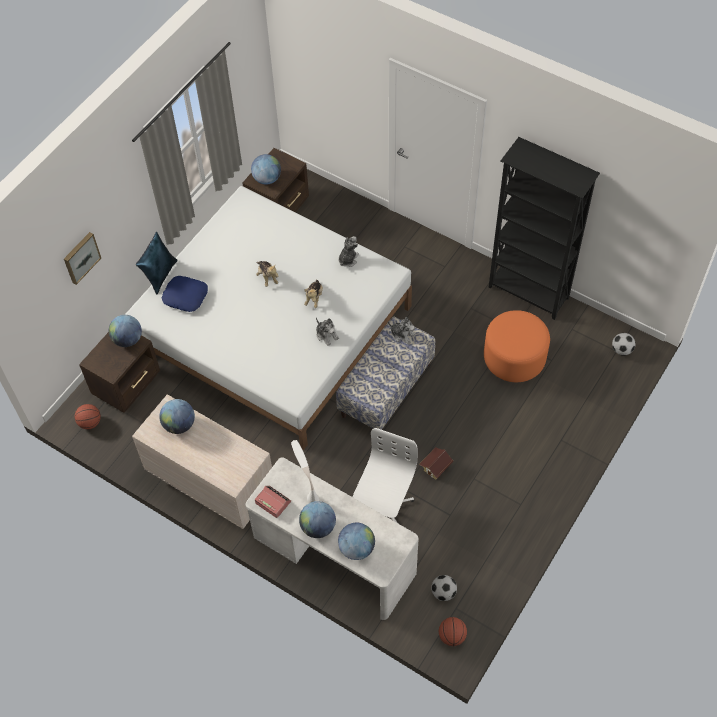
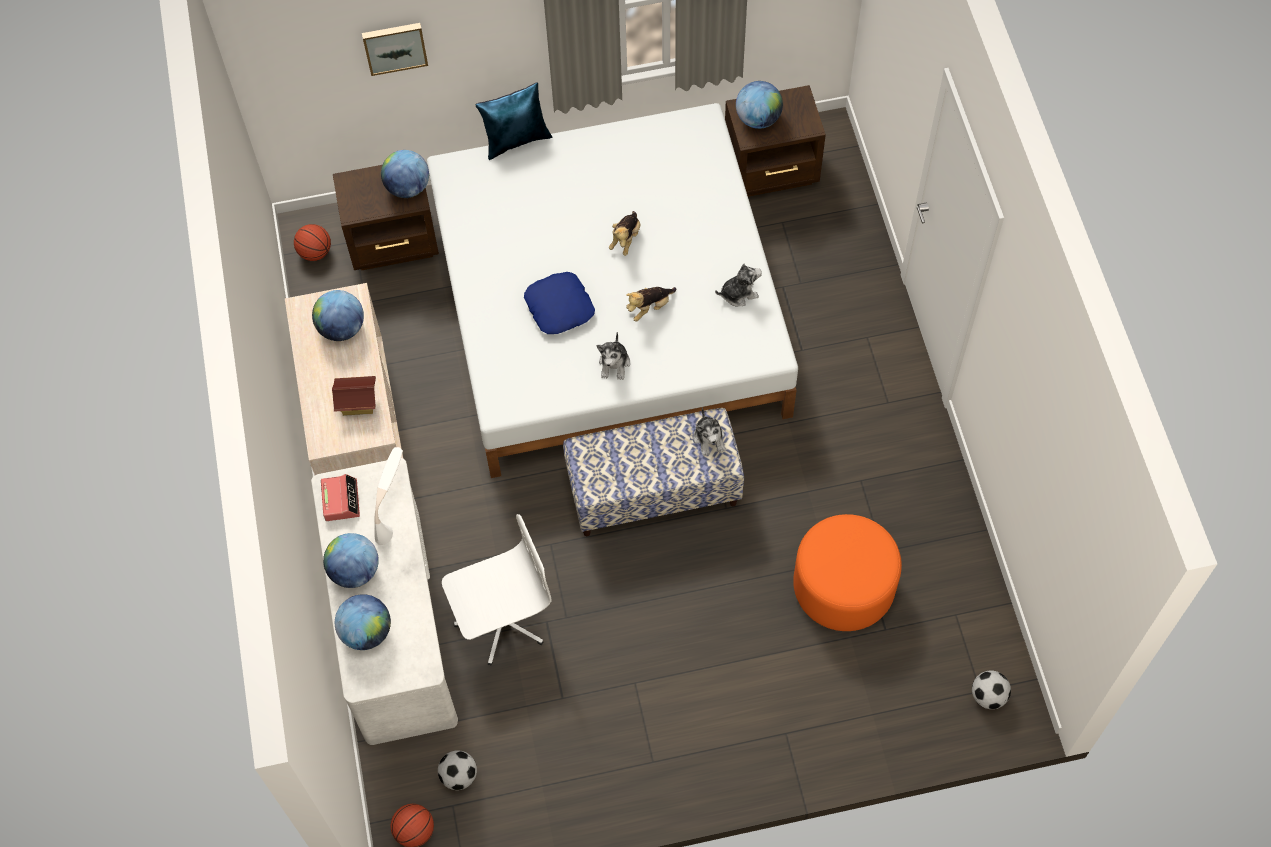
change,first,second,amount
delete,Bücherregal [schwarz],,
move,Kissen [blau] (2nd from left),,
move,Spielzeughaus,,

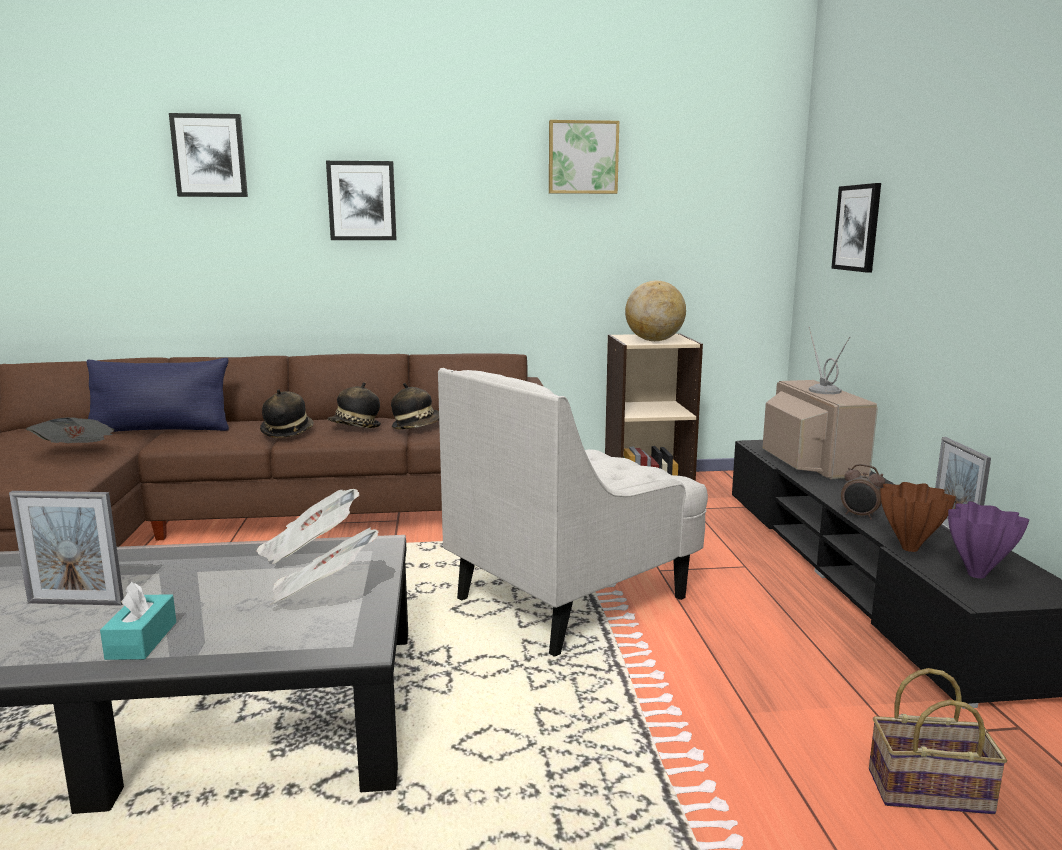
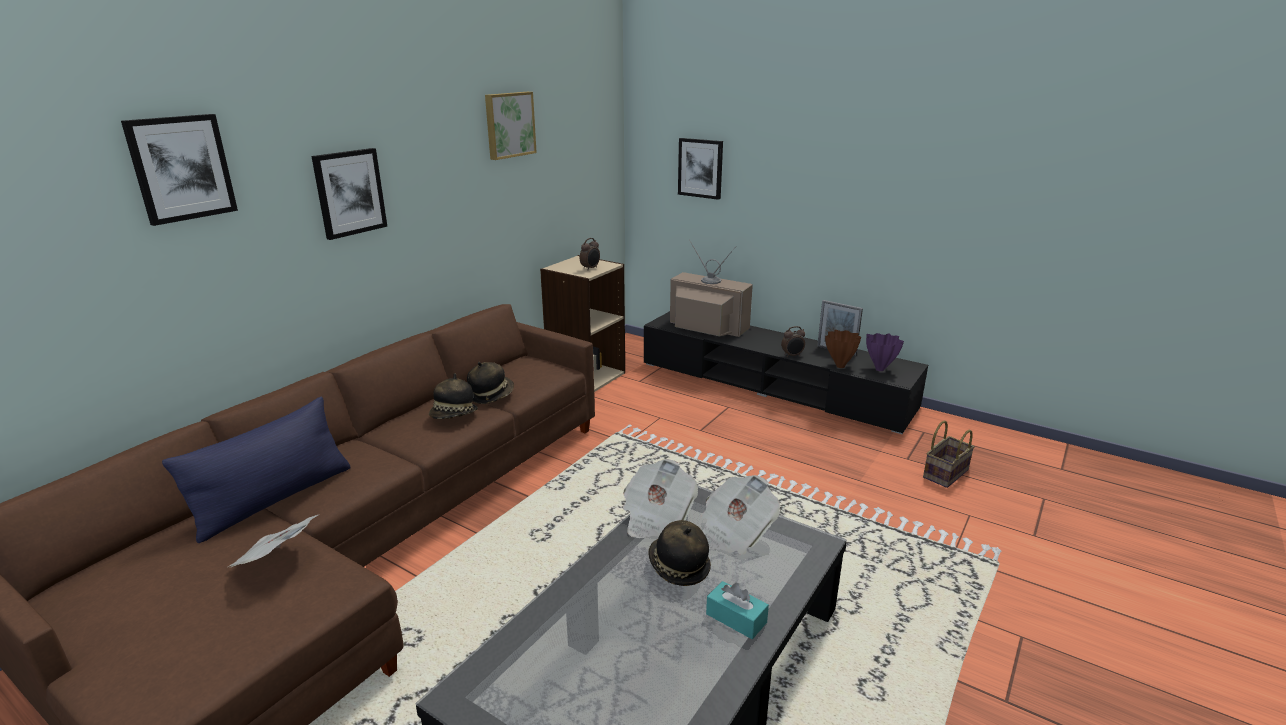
change,first,second,amount
replace,Globus,Wecker (1st from left),
delete,Sessel [weiß],,
move,Hut (1st from left in the first image),Hut (3rd from left),
delete,Bilderrahmen (1st from left),,

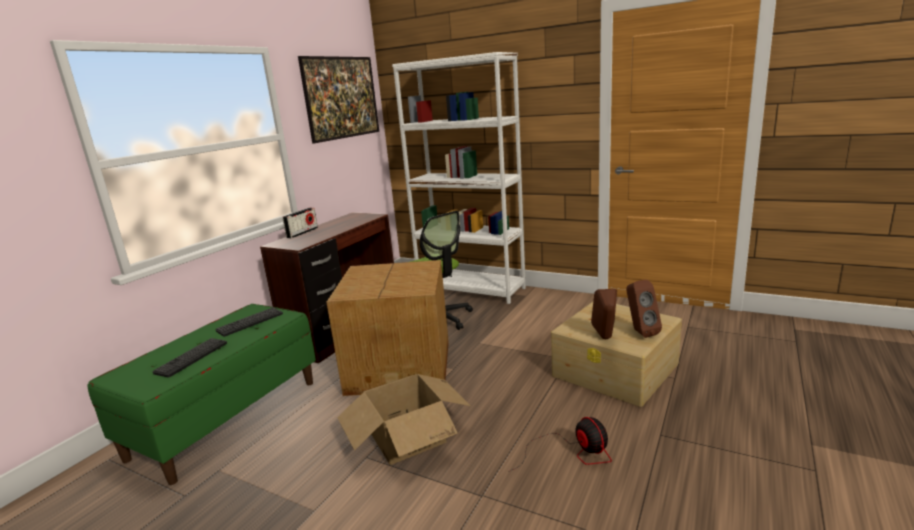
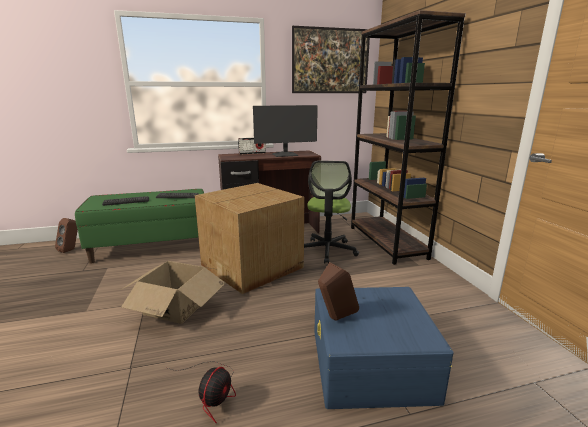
change,first,second,amount
recolor,Bücherregal [weiß],Bücherregal [braun],
move,Lautsprecher [braun] (2nd from left in the first image),Lautsprecher [braun] (1st from left),
recolor,Aufbewahrungsbox [beige],Aufbewahrungsbox [blau],
insert,,Monitor,

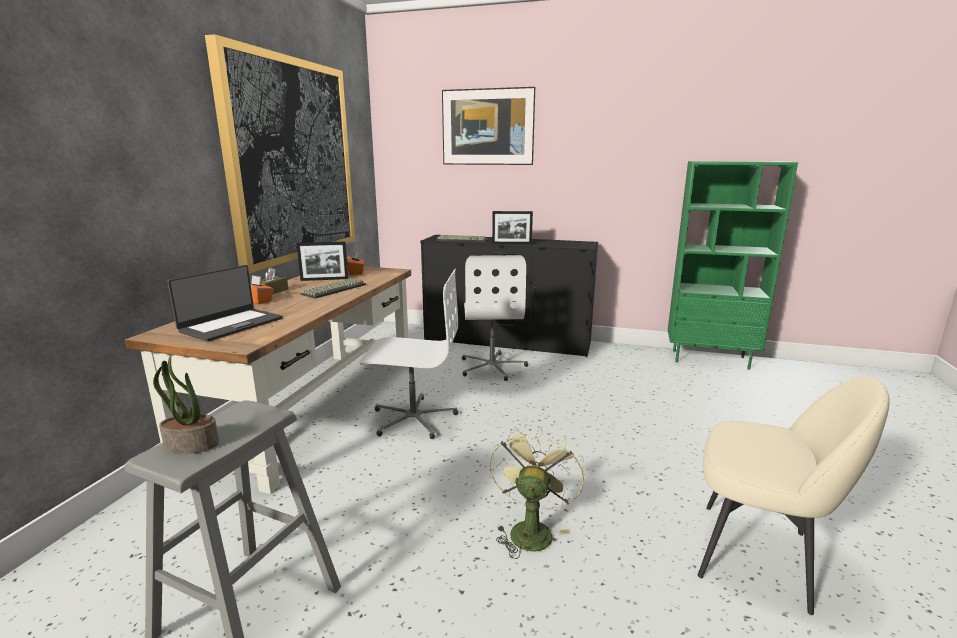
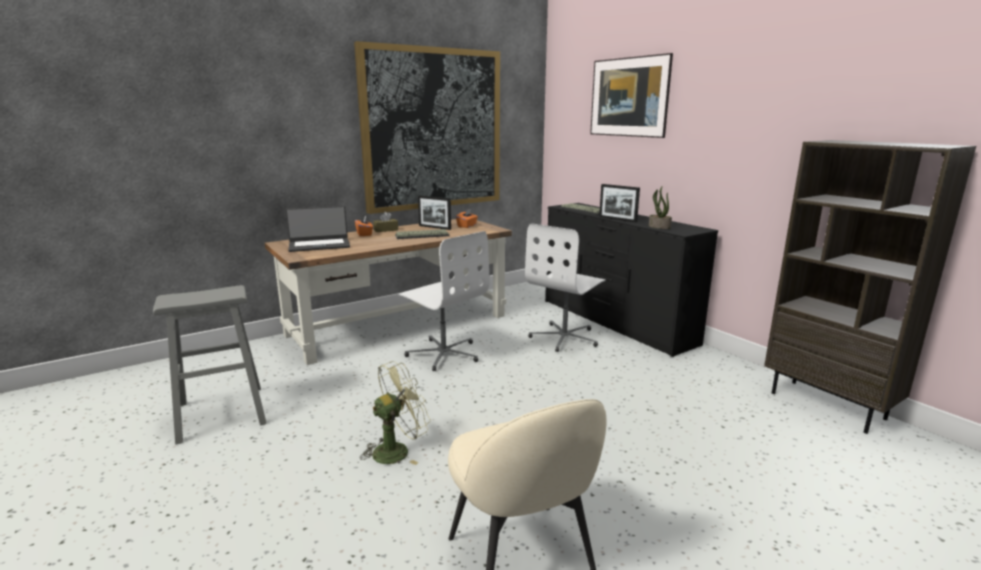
change,first,second,amount
recolor,Bücherregal [grün],Bücherregal [braun],
move,Topfpflanze,,

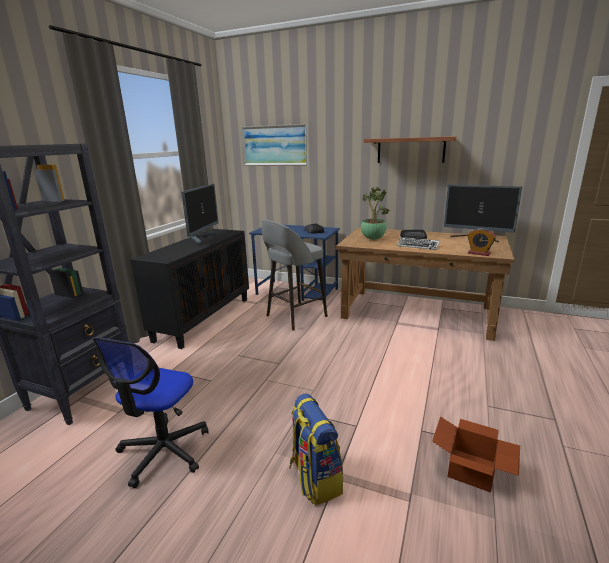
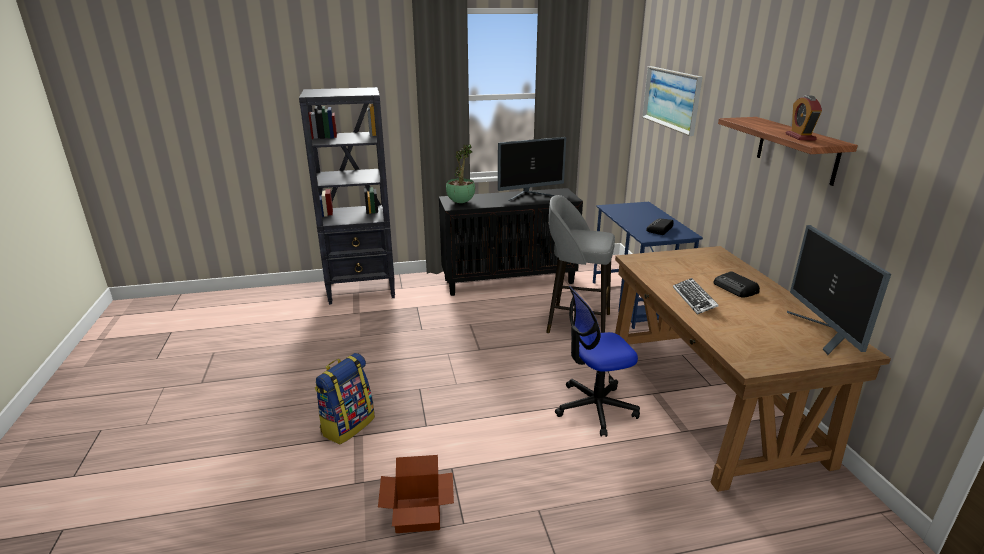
change,first,second,amount
move,Topfpflanze,,
move,Wecker,,
move,Bürostuhl,,

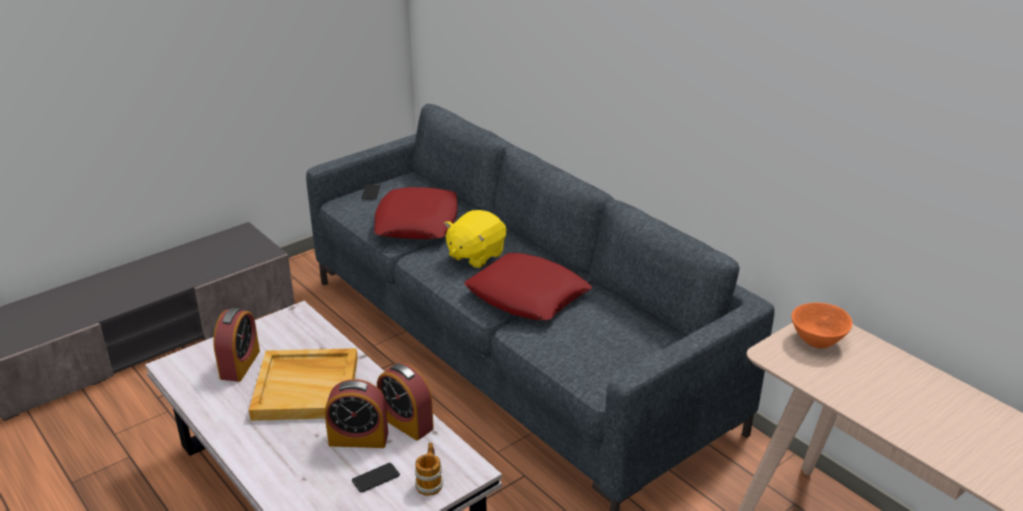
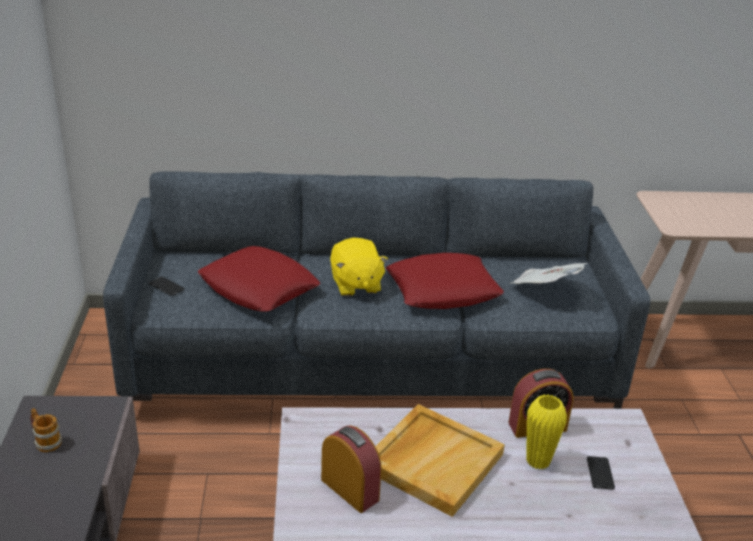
change,first,second,amount
delete,Schüssel [orange],,
replace,Wecker (2nd from left),Vase [gelb],
move,Henkelbecher,,
insert,,Zeitung,

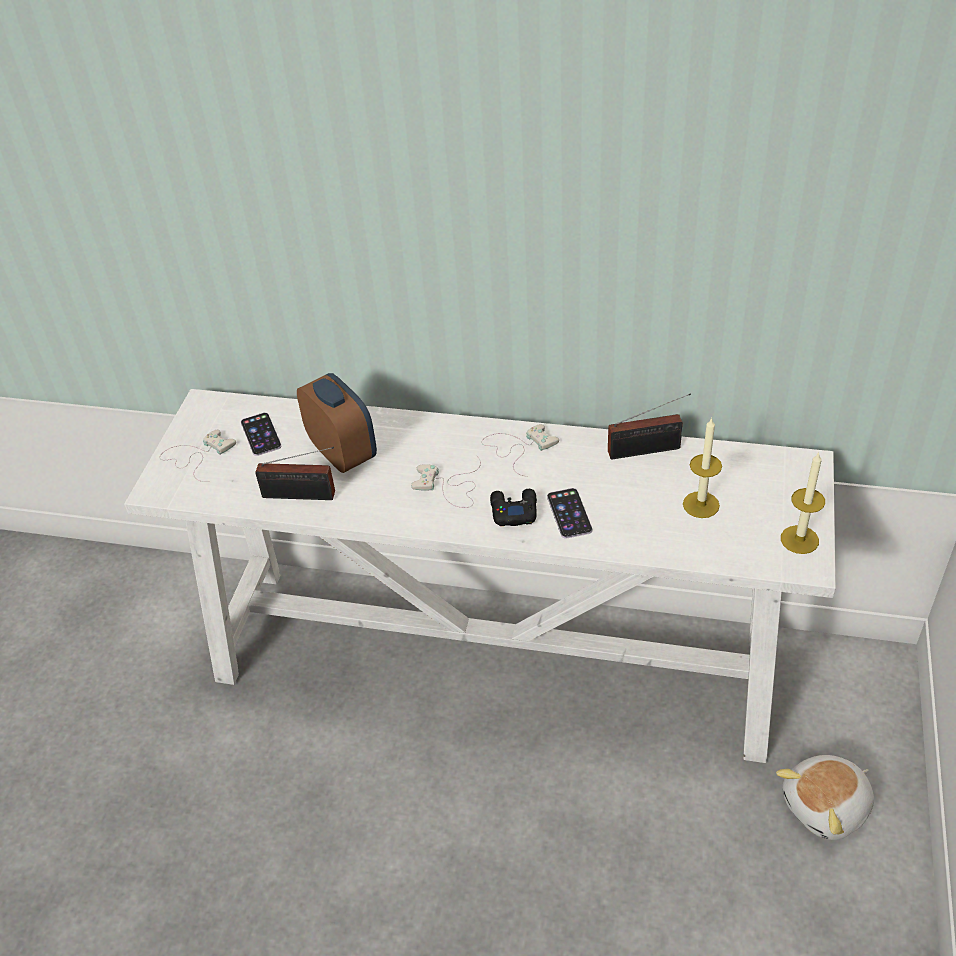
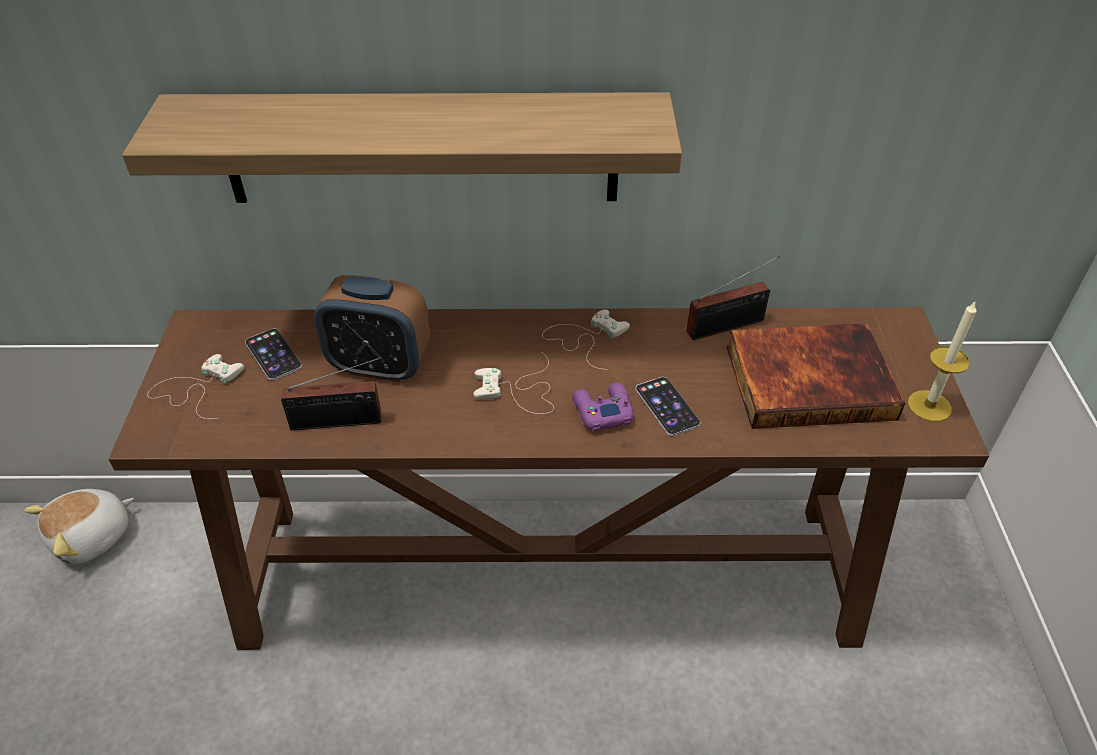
change,first,second,amount
rotate,Wecker,,150 degrees clockwise
recolor,Konsolentisch [weiß],Konsolentisch [braun],
replace,Kerze (1st from left),Buch,
recolor,Gamepad [schwarz],Gamepad [lila],
move,Plüschtier,,
insert,,Wandregal,

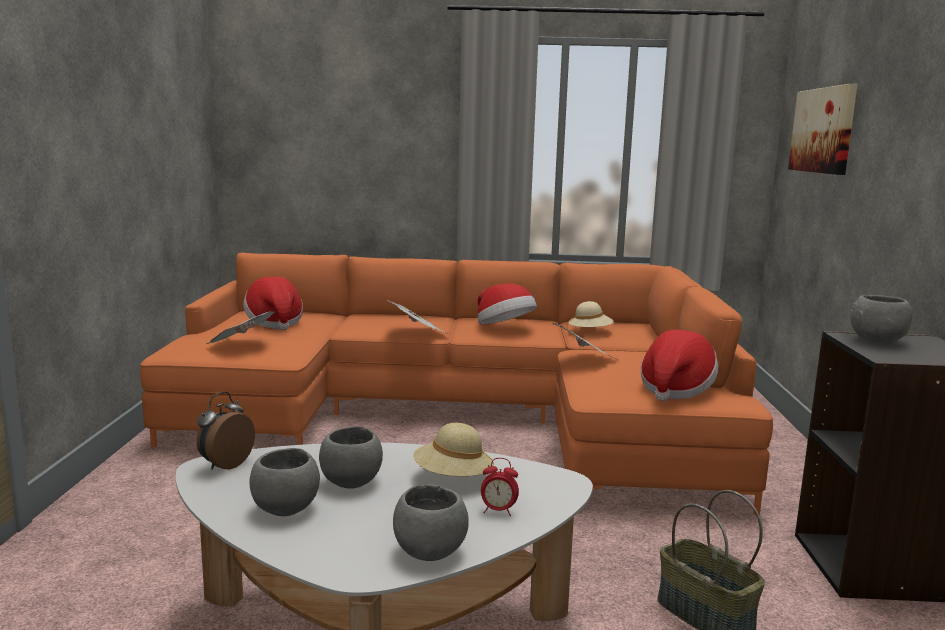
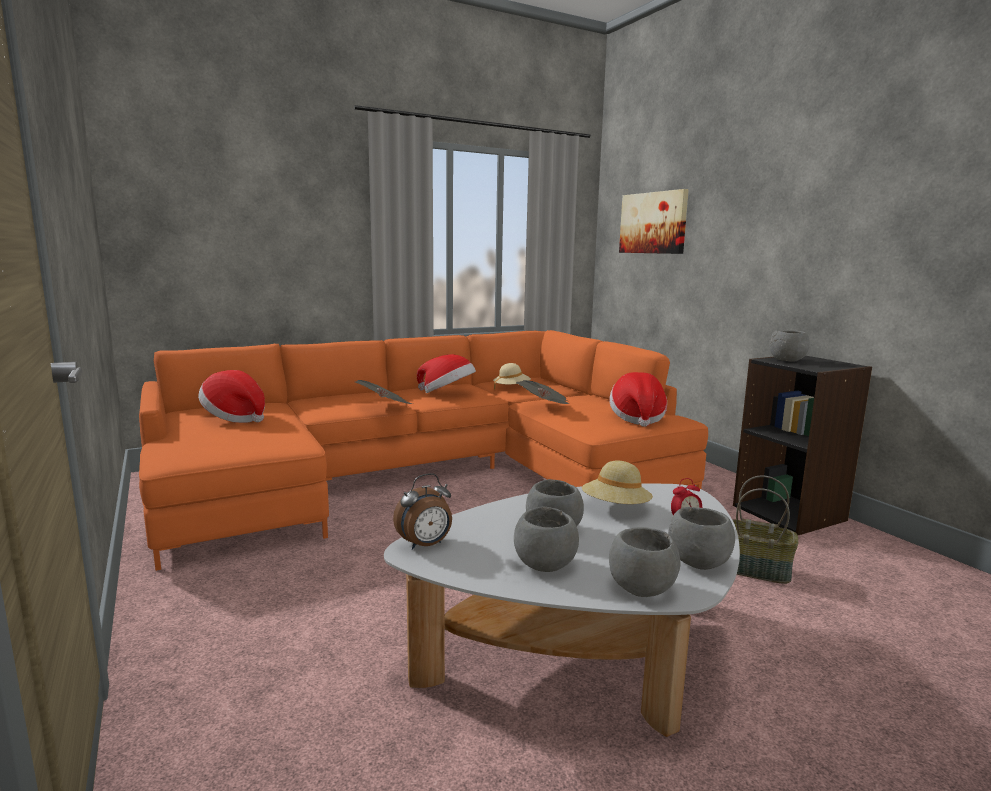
change,first,second,amount
delete,Zeitung (1st from left),,
rotate,Wecker (1st from left),,120 degrees counterclockwise
insert,,Schüssel [grau] (3rd from left),

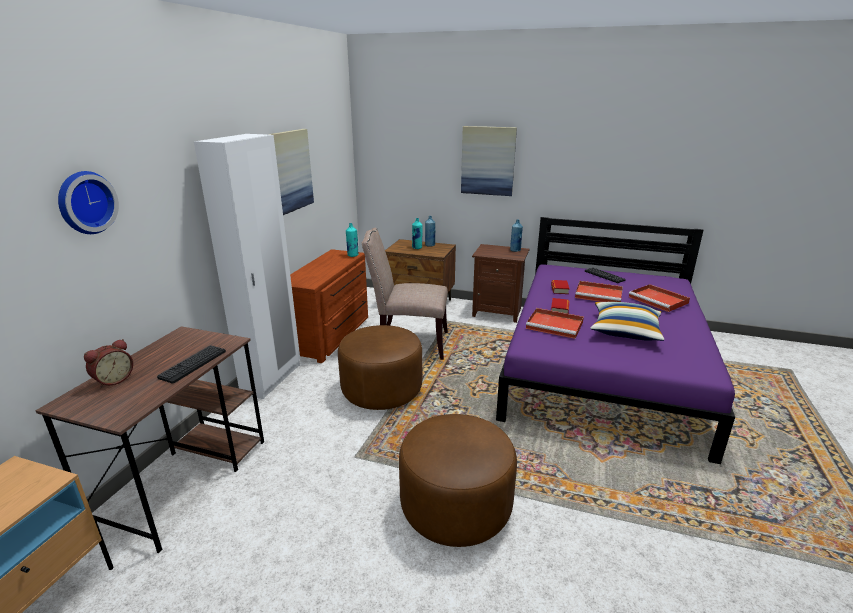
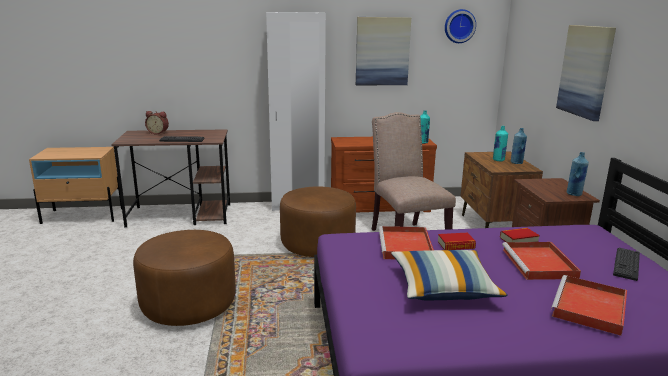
change,first,second,amount
move,Wanduhr,,

